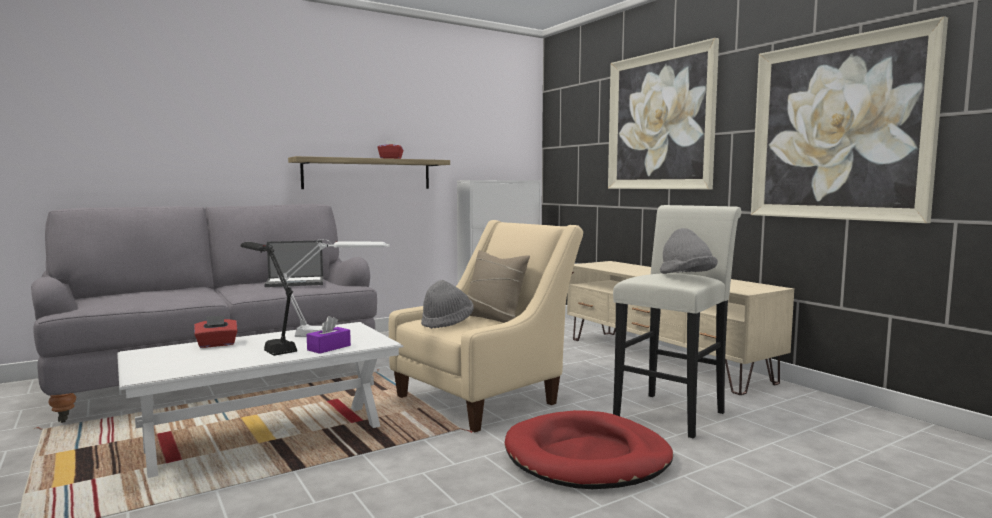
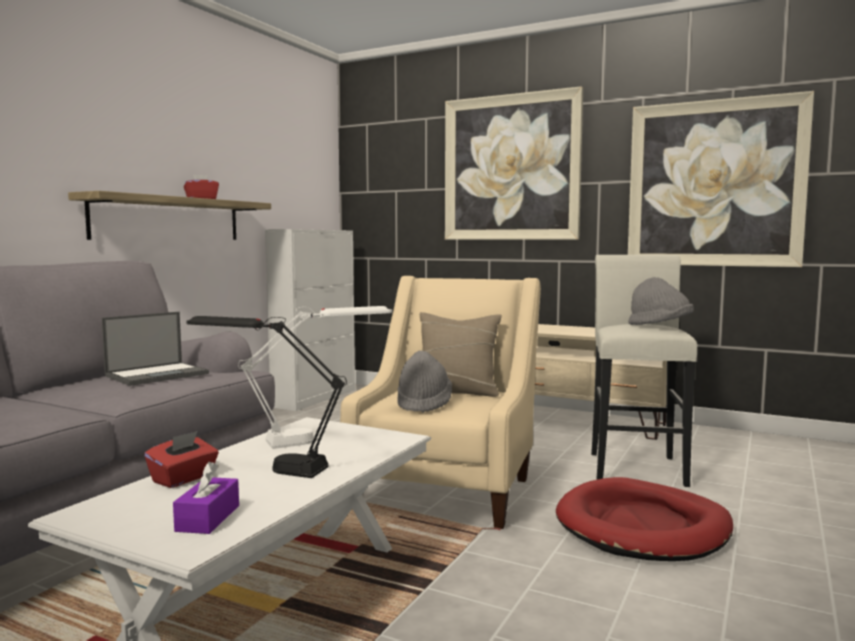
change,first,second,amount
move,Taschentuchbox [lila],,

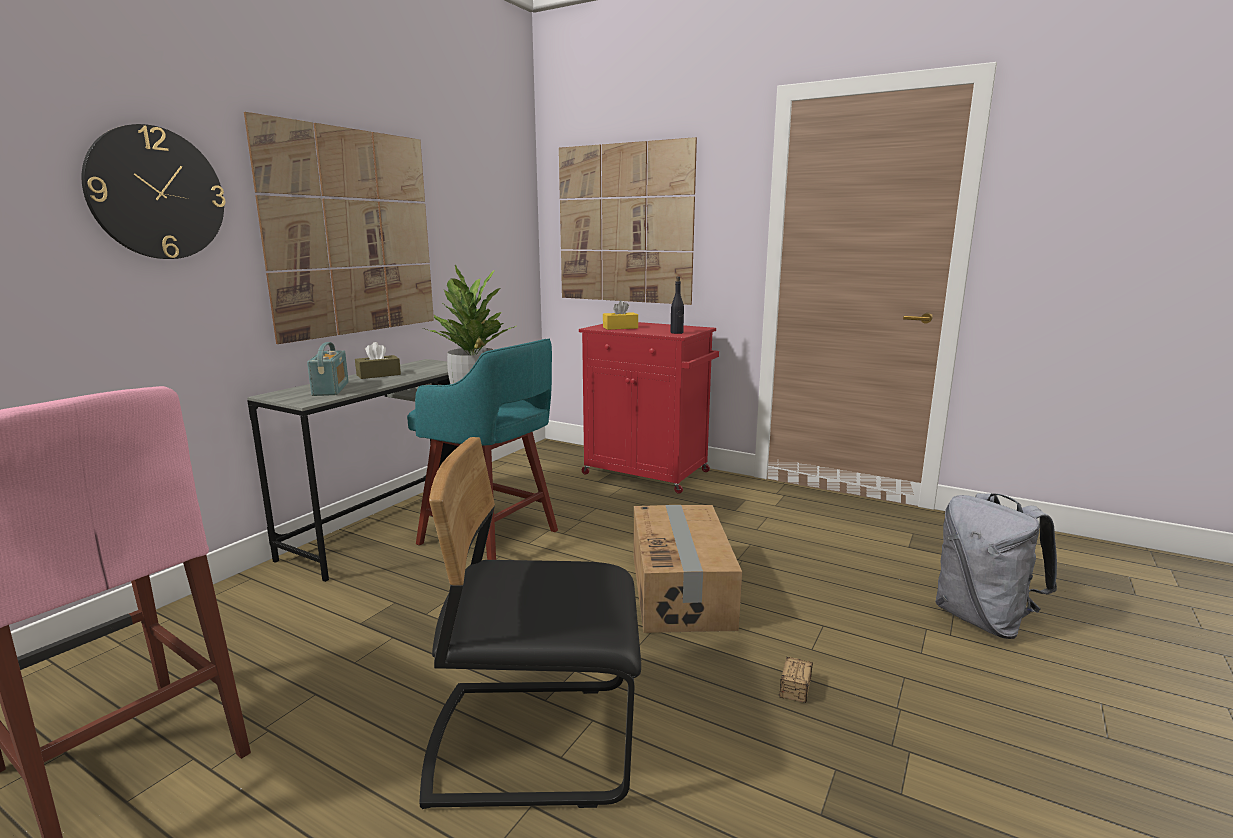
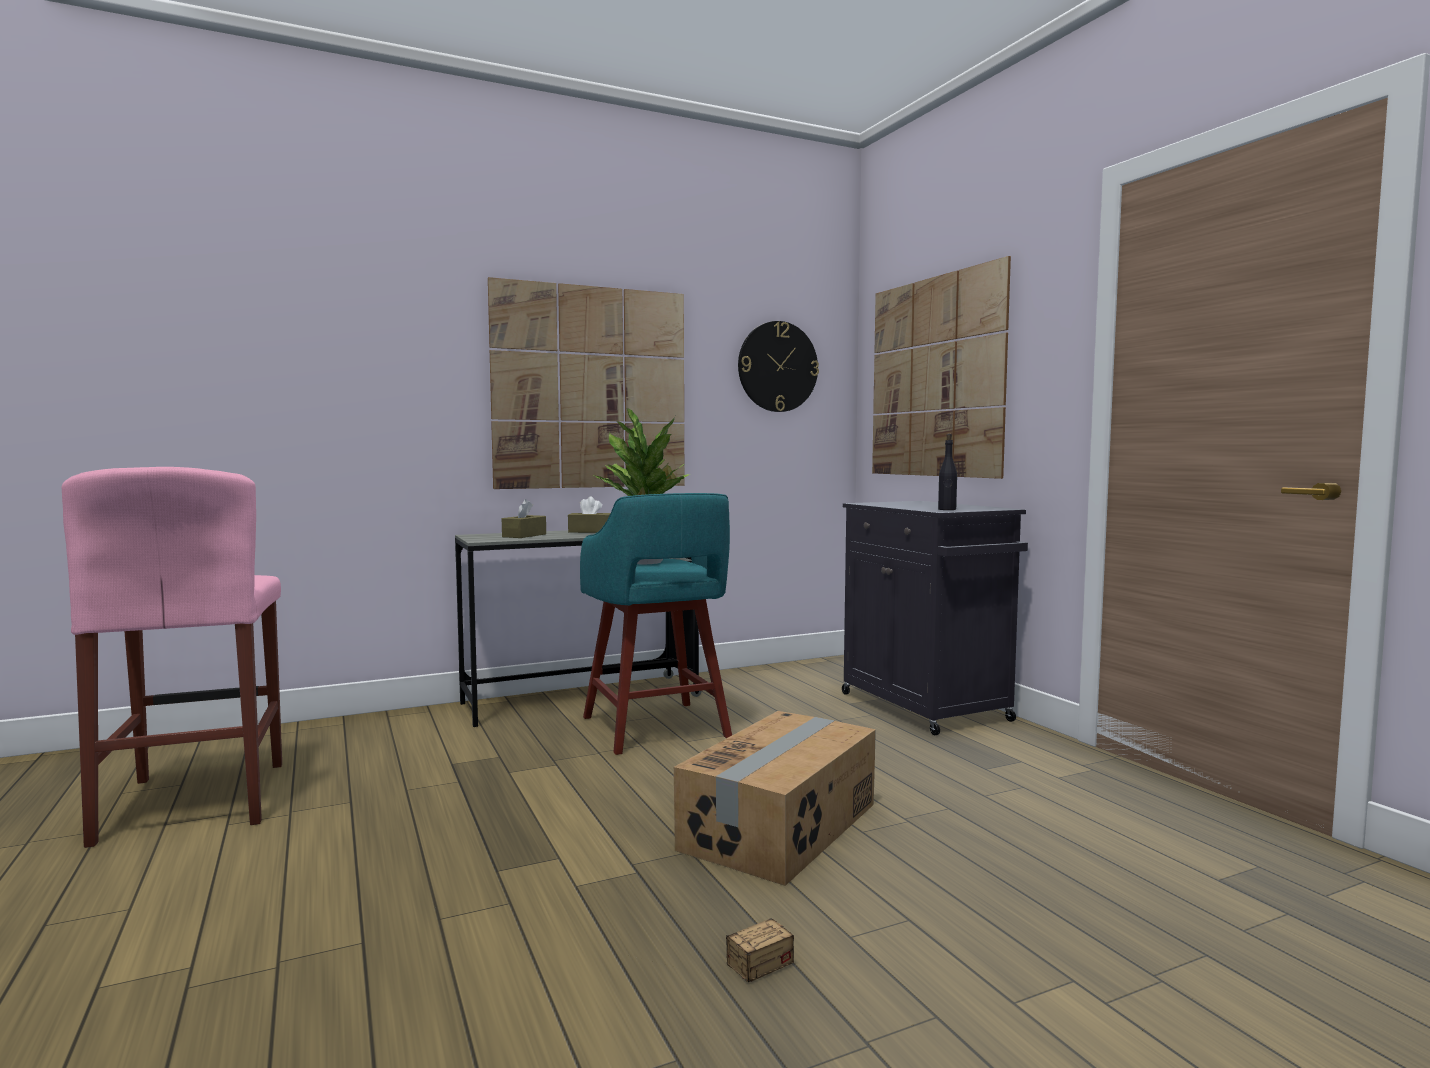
change,first,second,amount
move,Wanduhr,,
delete,Taschentuchbox [gelb],,
recolor,Schrank [rot],Schrank [schwarz],
replace,Radio,Taschentuchbox [braun] (1st from left),
delete,Stuhl [schwarz],,
delete,Rucksack [grau],,

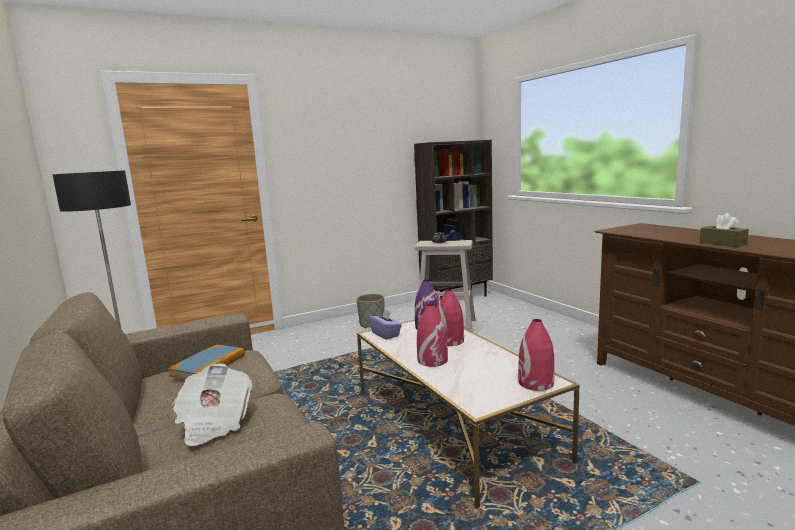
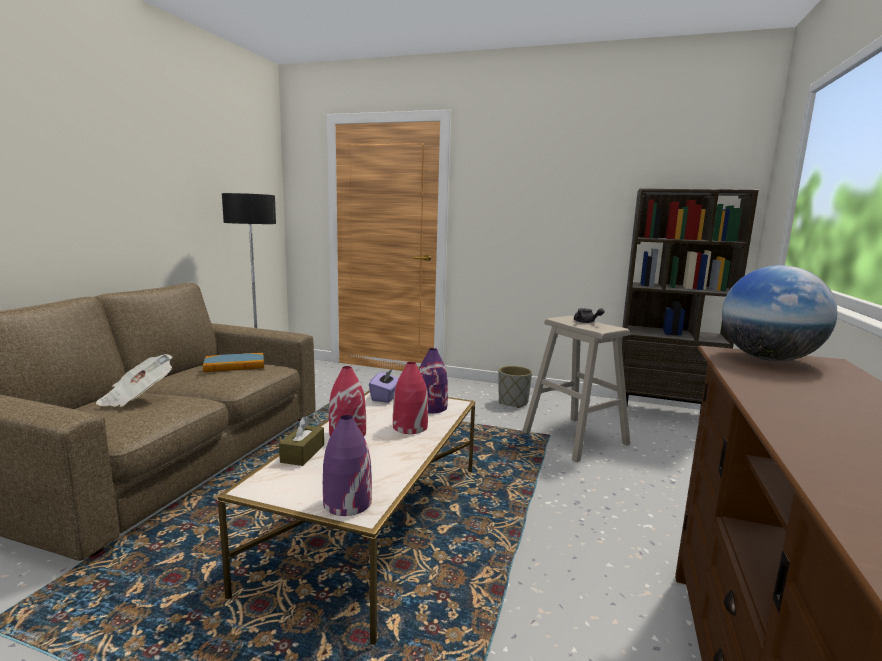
change,first,second,amount
move,Taschentuchbox [braun],,
recolor,Vase [rot] (3rd from left),Vase [lila] (1st from left),
insert,,Globus,

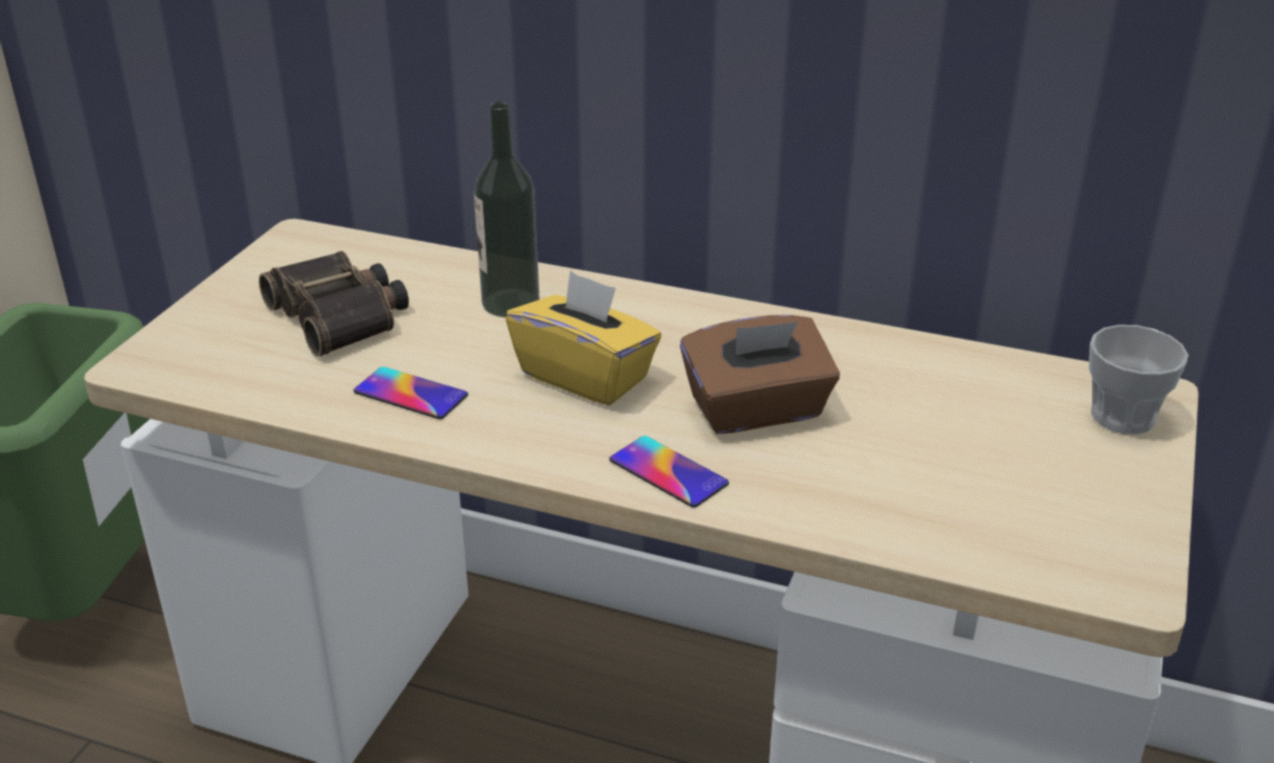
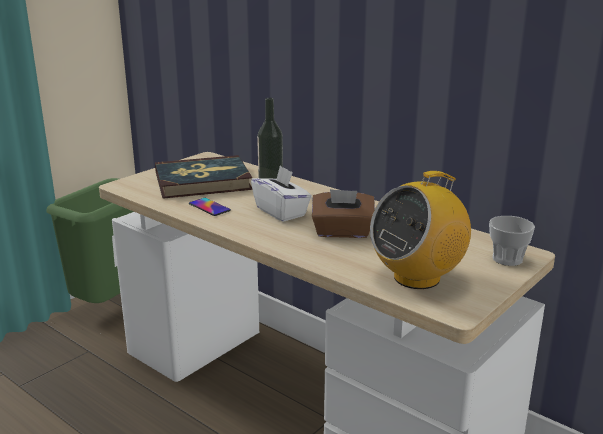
change,first,second,amount
replace,Fernglas,Buch,
recolor,Taschentuchbox [gelb],Taschentuchbox [weiß],
delete,Handy (2nd from left),,
insert,,Radio,

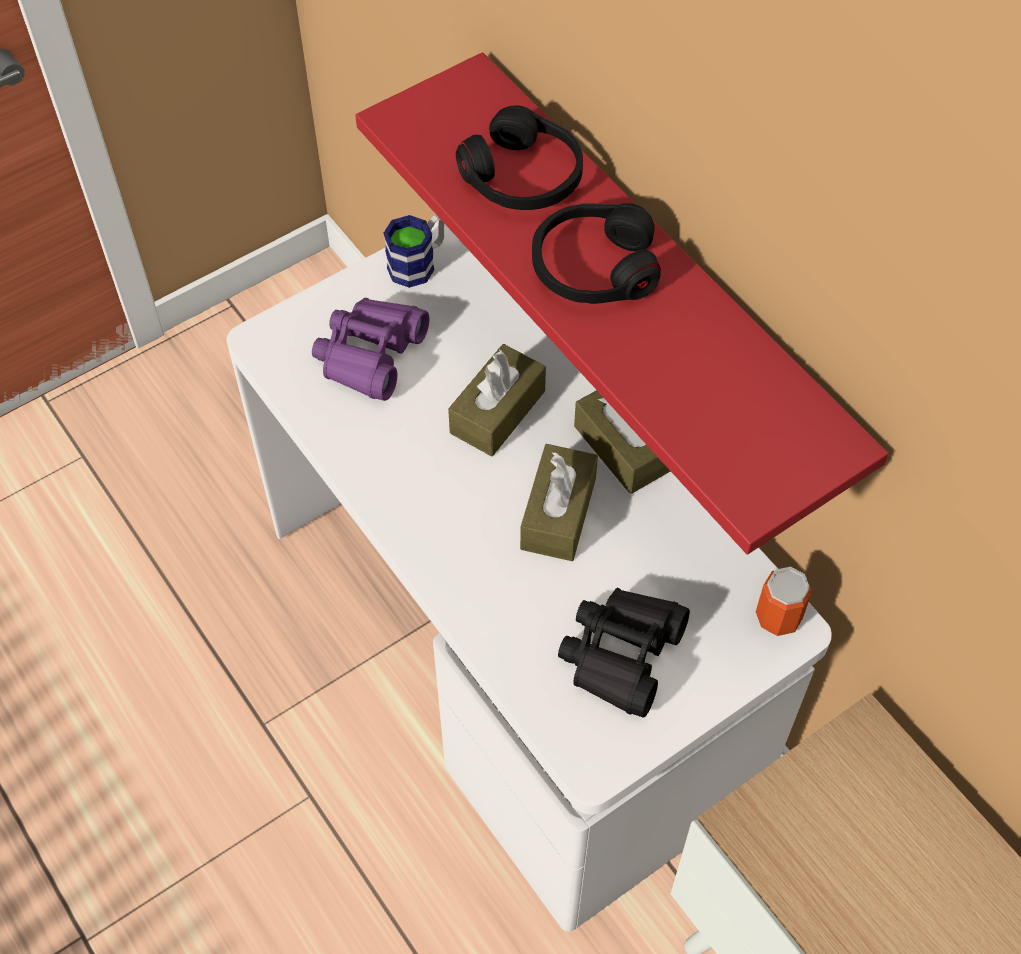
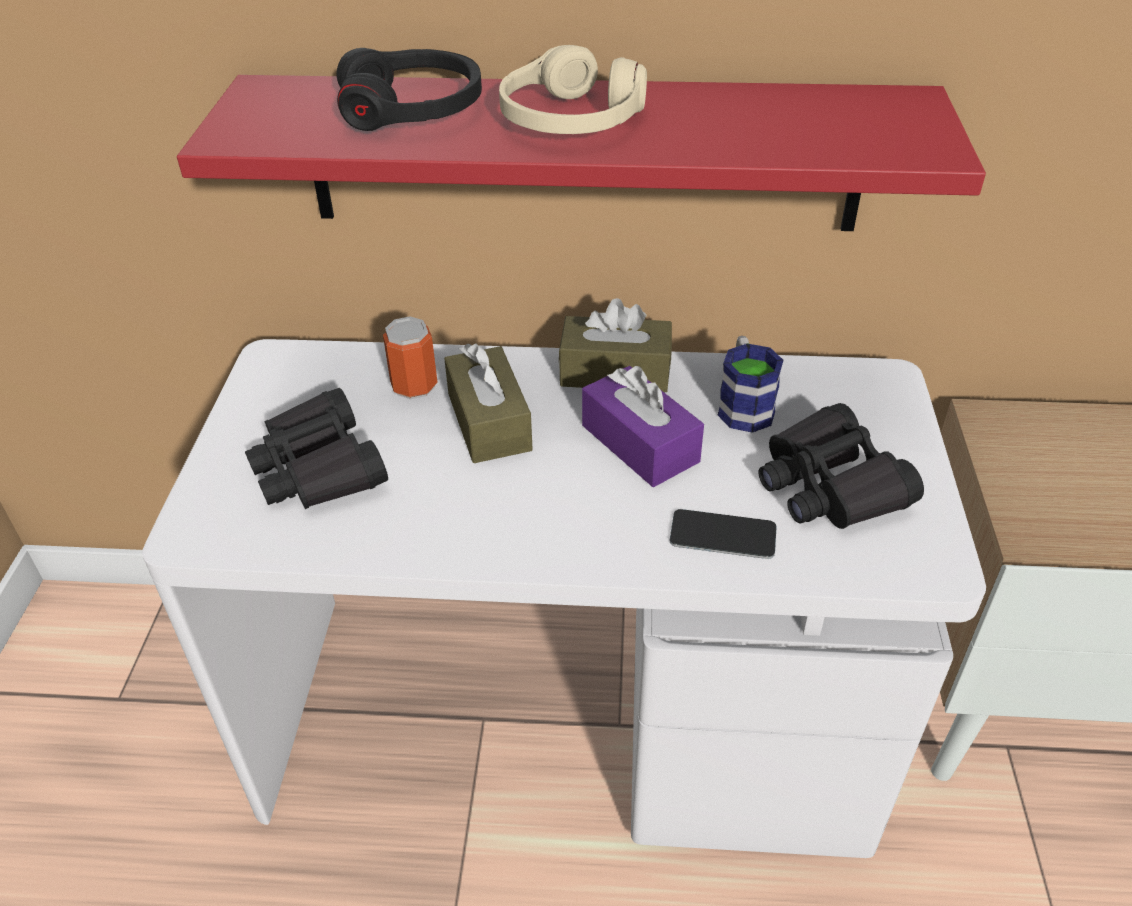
change,first,second,amount
recolor,Kopfhörer [schwarz] (2nd from left),Kopfhörer [beige],
move,Henkelbecher,,
recolor,Fernglas [lila],Fernglas [schwarz] (1st from left),
recolor,Taschentuchbox [braun] (2nd from left),Taschentuchbox [lila],
move,Dose,,
insert,,Handy,

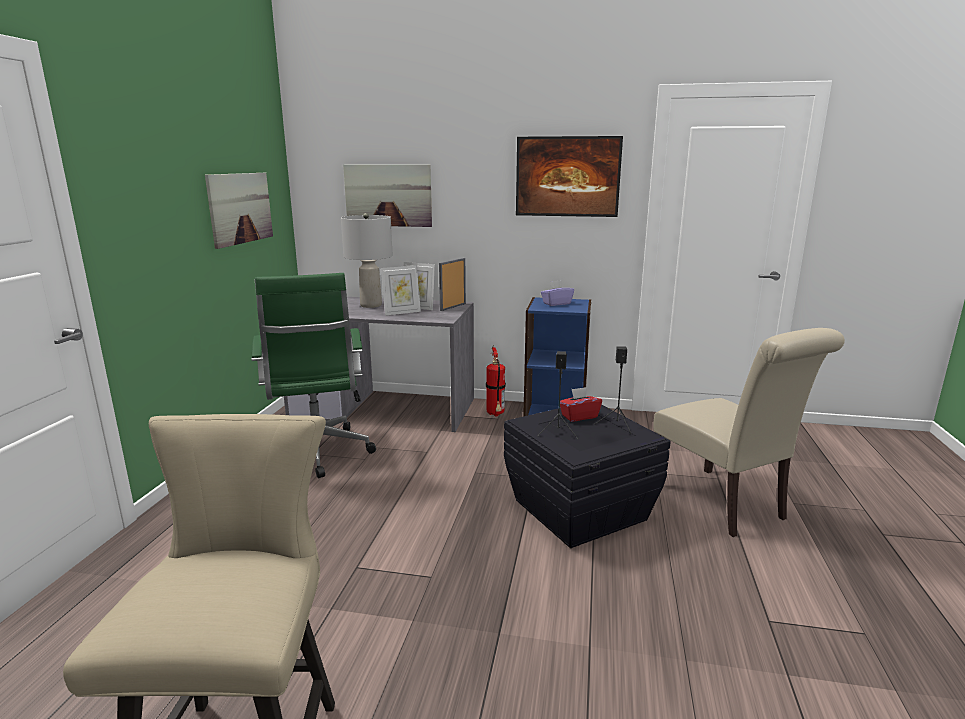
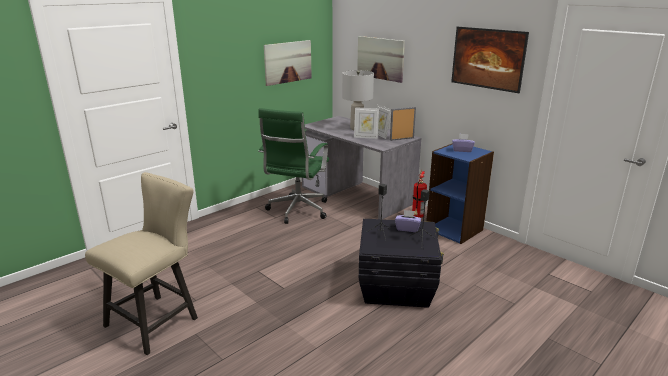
change,first,second,amount
delete,Stuhl [beige] (2nd from left),,
recolor,Taschentuchbox [rot],Taschentuchbox [lila] (1st from left),

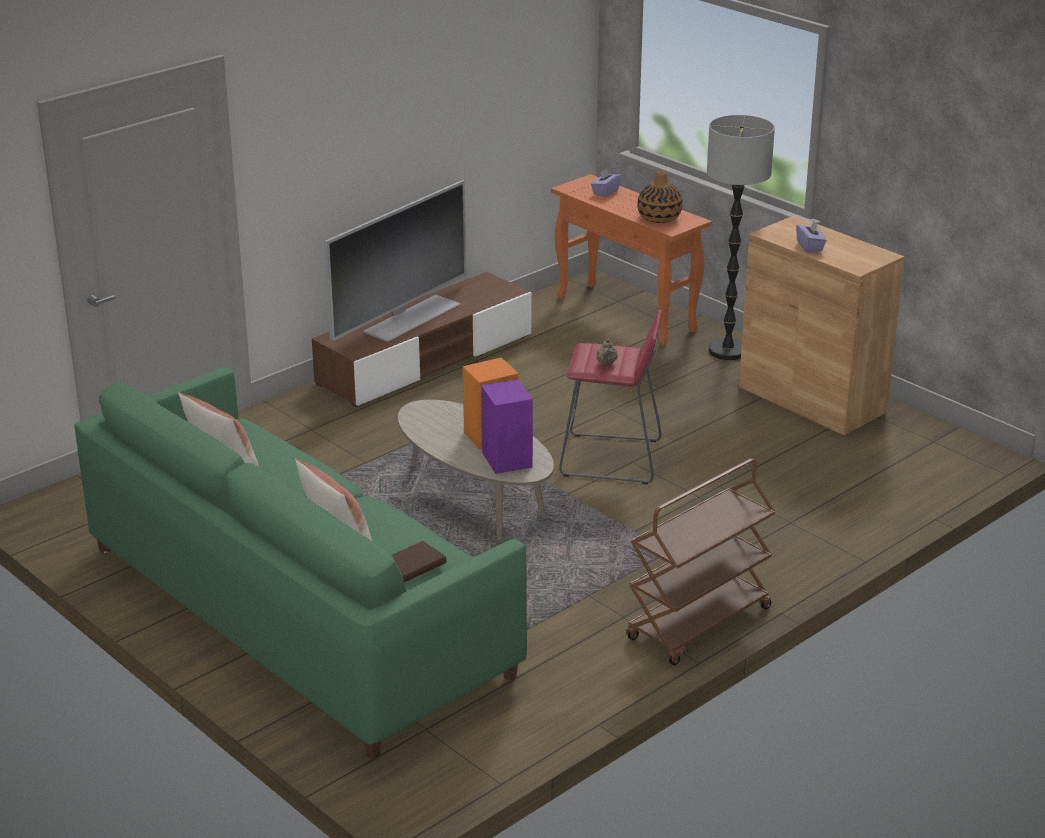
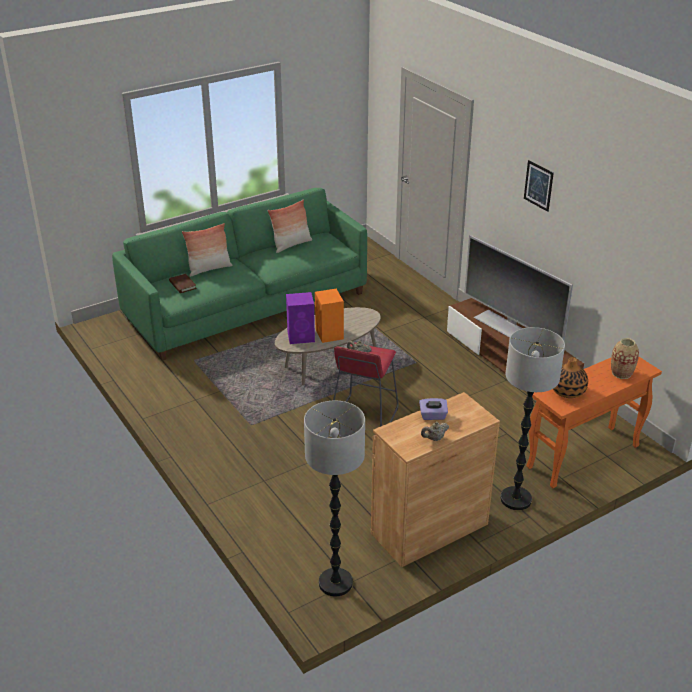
change,first,second,amount
replace,Taschentuchbox [lila] (1st from left),Vase (2nd from left),
delete,Rollwagen [braun],,
insert,,Bild,
insert,,Stehlampe (1st from left),
insert,,Teekanne [beige] (2nd from left),

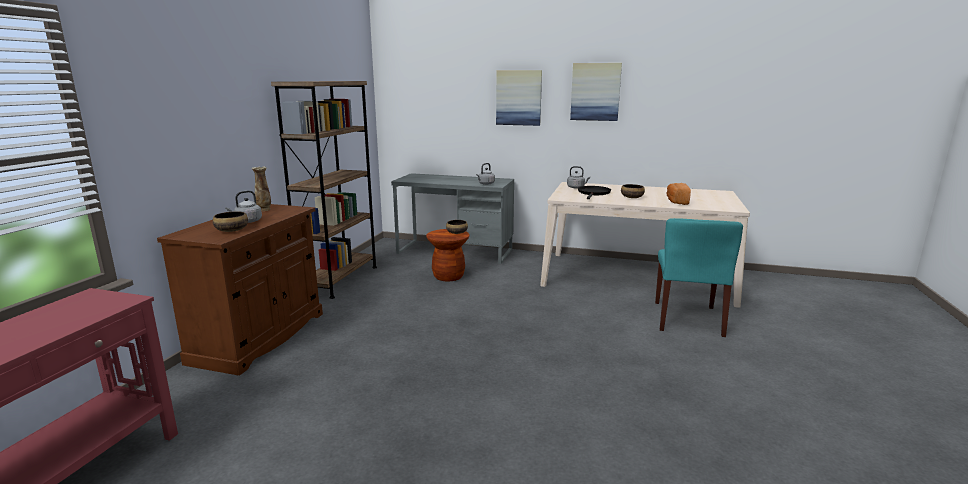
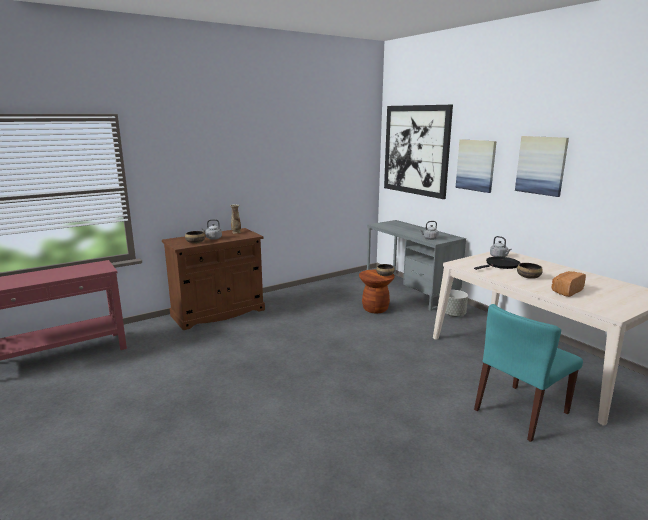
change,first,second,amount
delete,Bücherregal [braun],,
insert,,Bild (1st from left),
insert,,Pflanzkübel [grau],

